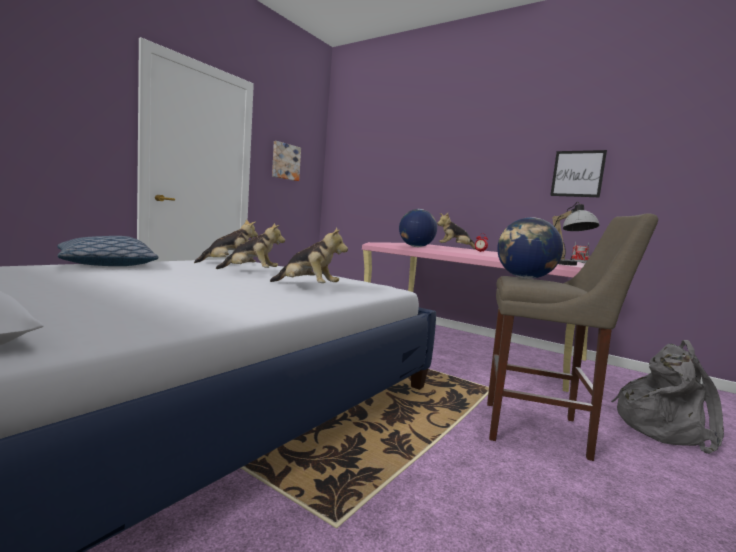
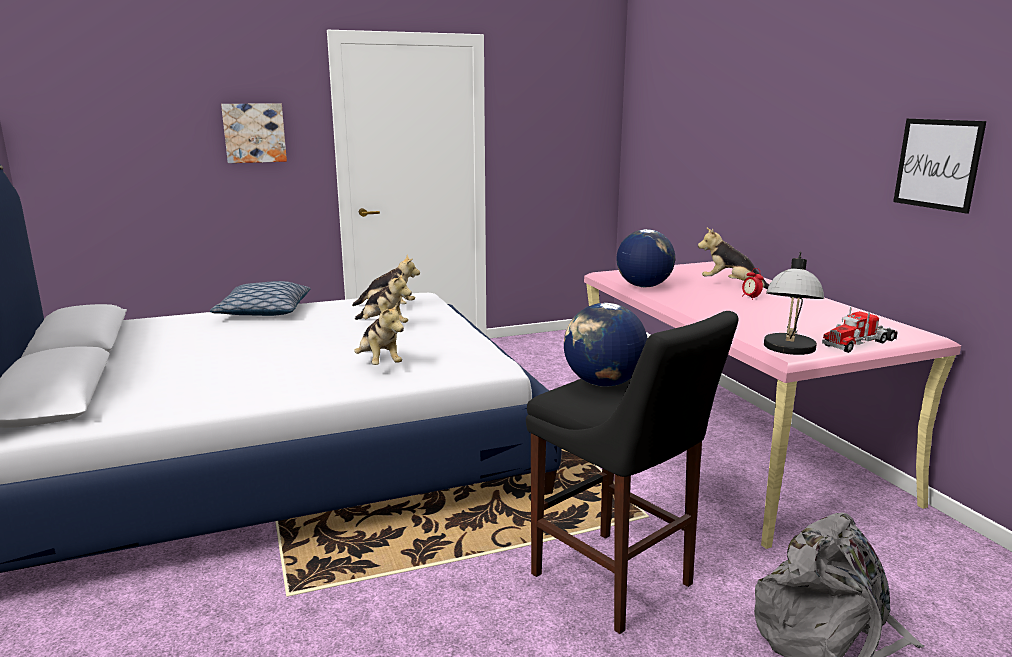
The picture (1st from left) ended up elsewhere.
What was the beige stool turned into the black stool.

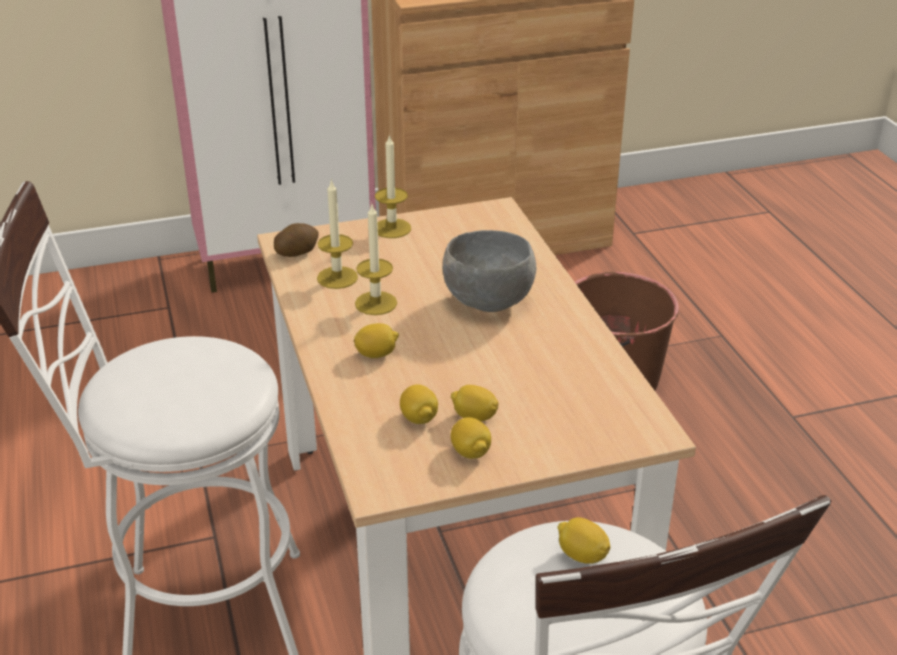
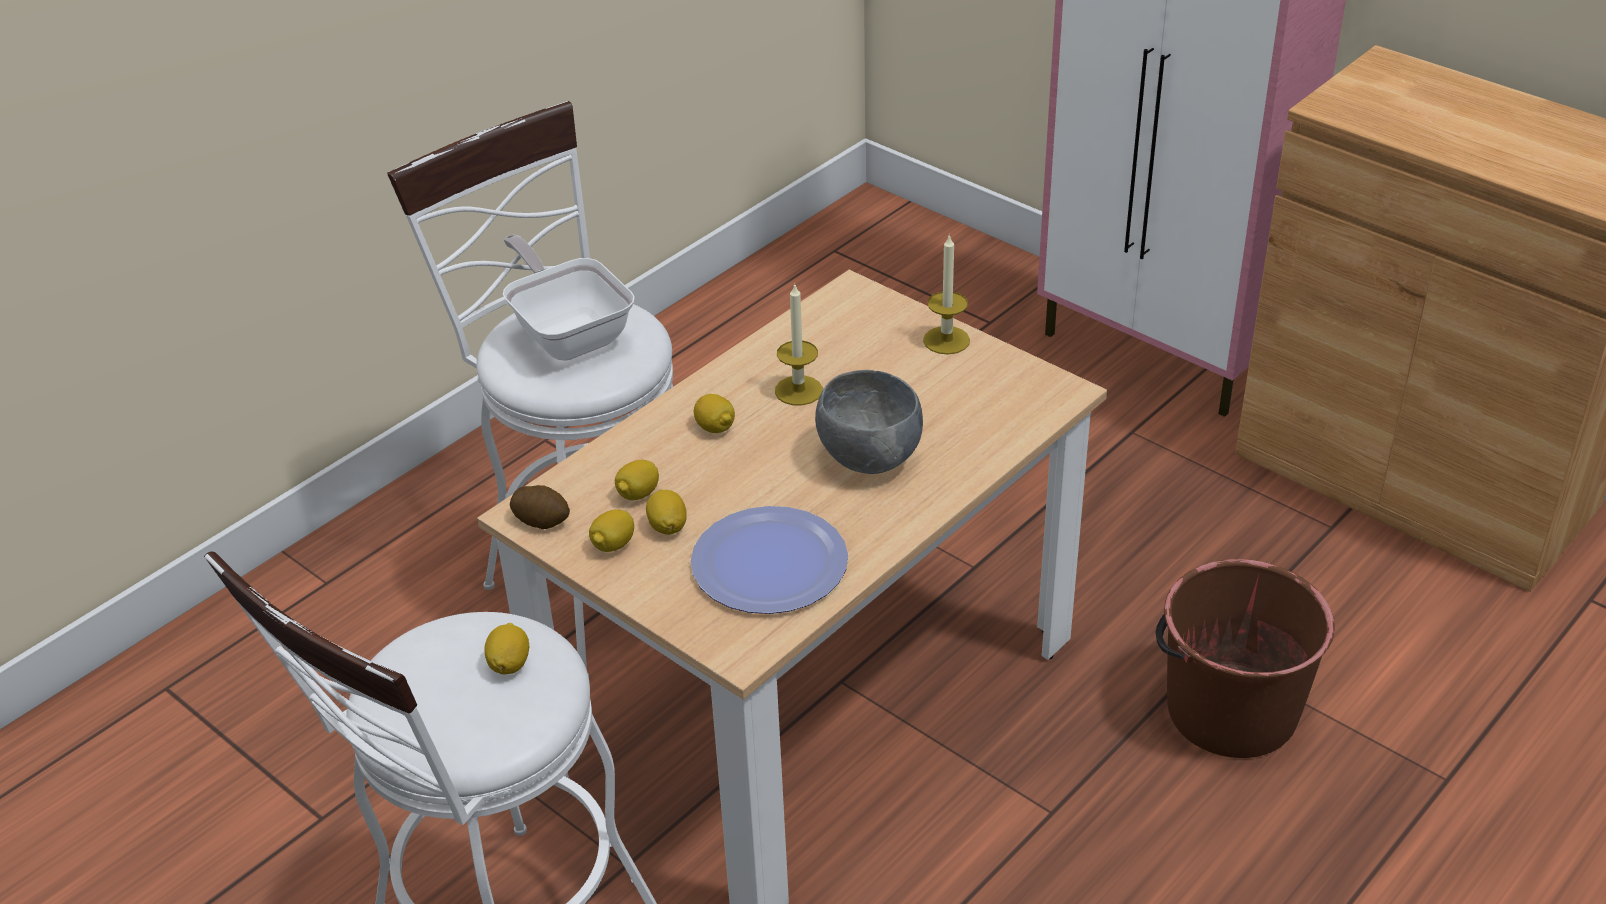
The second view gained the frying pan.
The potato ended up elsewhere.
The second view gained the plate.
The second view lost the candle (1st from left).

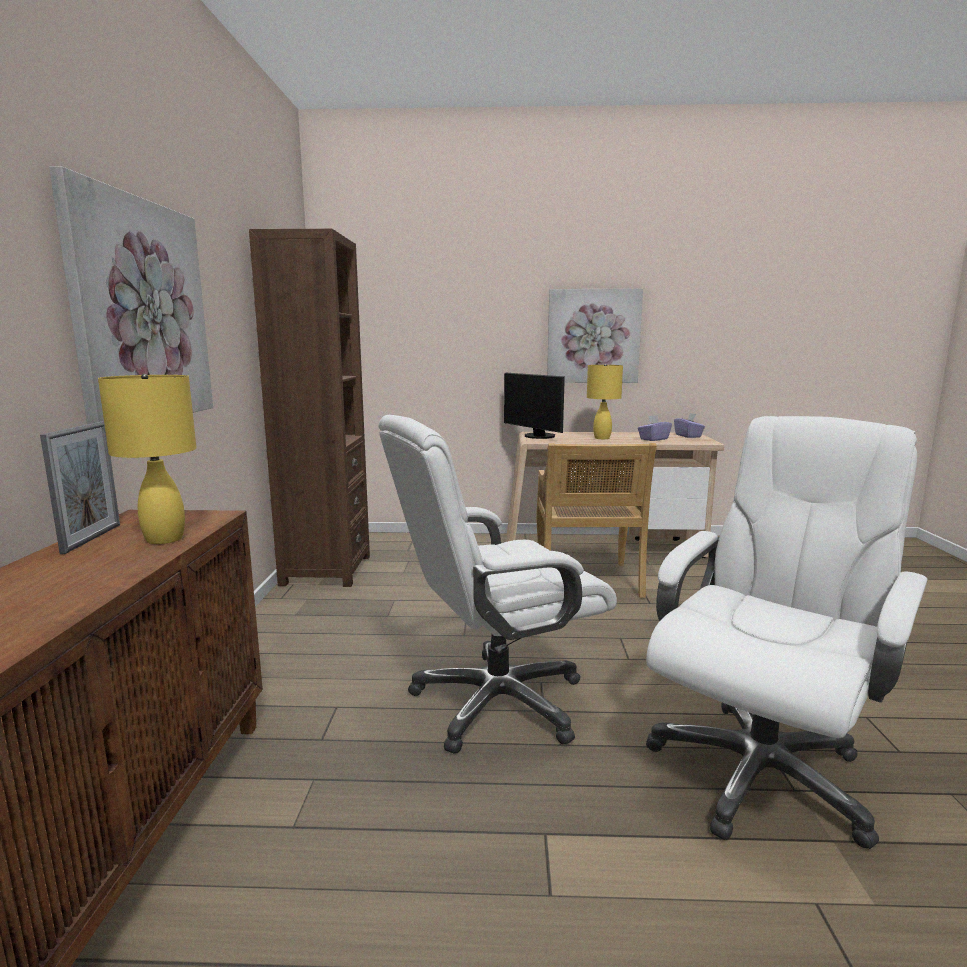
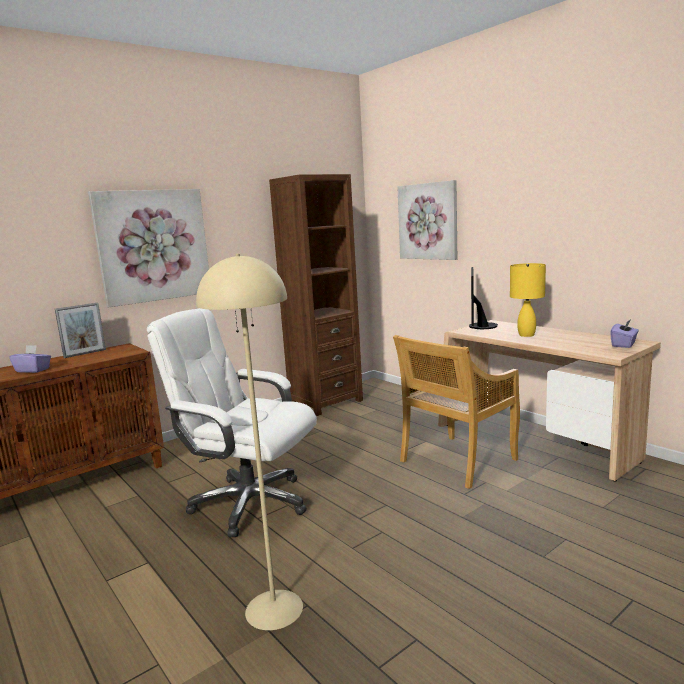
The purple tissue box (1st from left) ended up elsewhere.
Where the white office chair (2nd from left) stood, the beige floor lamp came to stand.
The picture (2nd from left) ended up elsewhere.
The second view lost the yellow table lamp (1st from left).

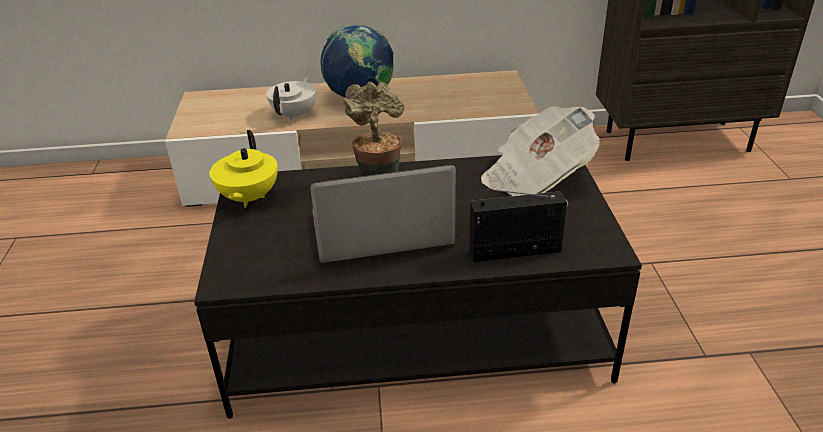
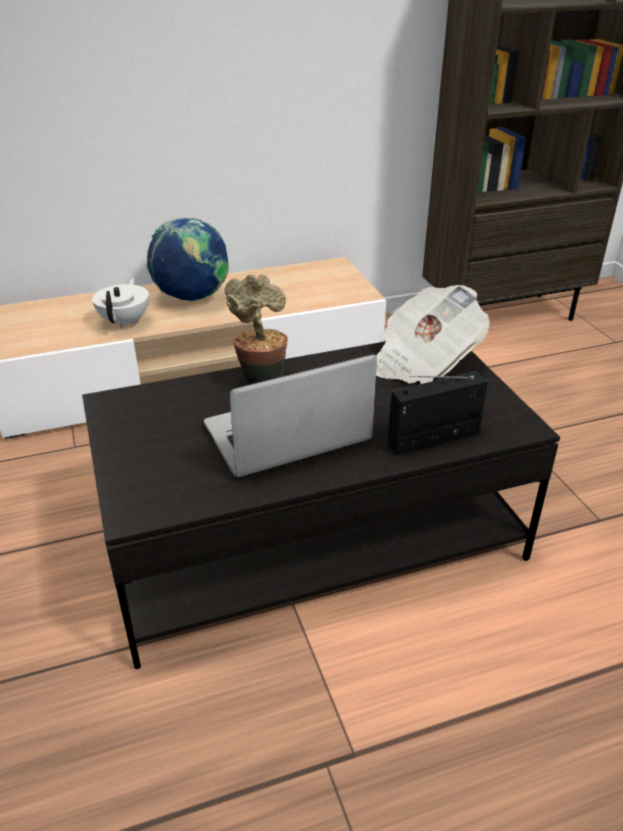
The second view lost the yellow teapot.

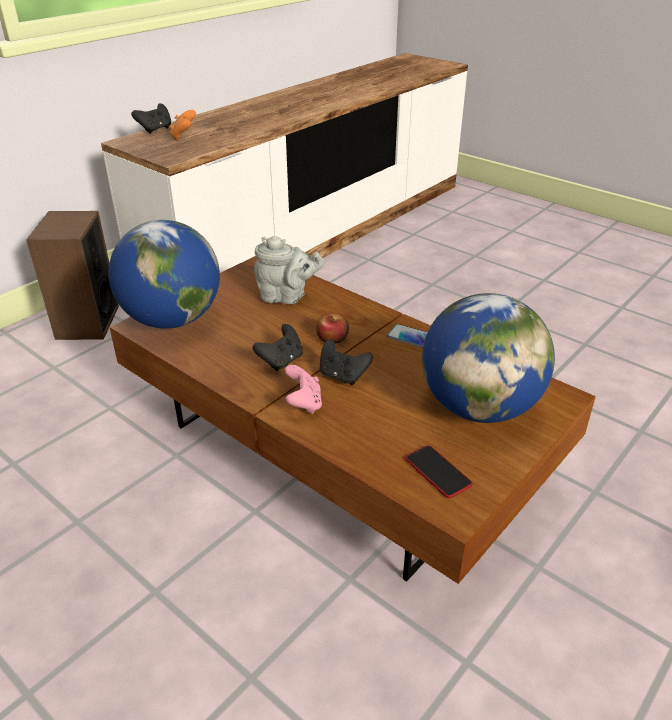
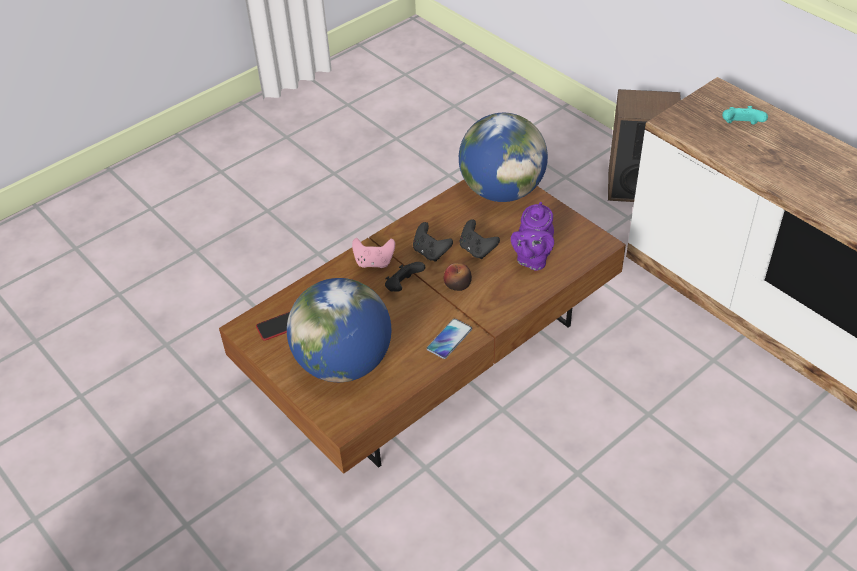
The black game controller (1st from left in the first image) ended up elsewhere.
What was the grey teapot turned into the purple teapot.
What was the orange game controller turned into the turquoise game controller.

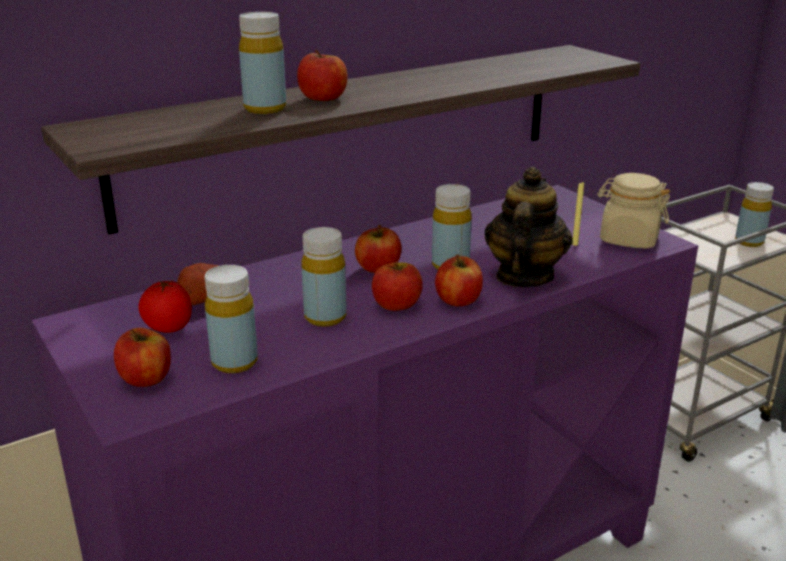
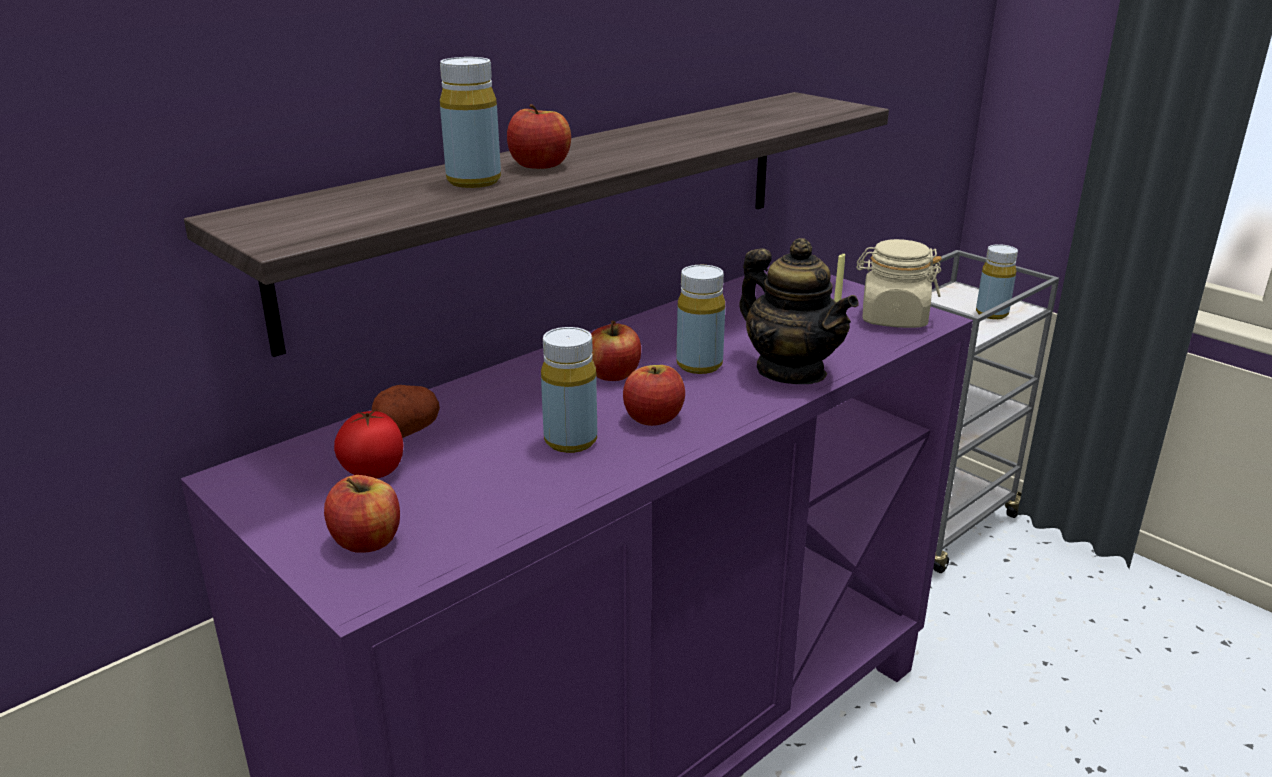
The teapot ended up facing another way, 135 degrees clockwise from before.
The second view lost the yellow bottle (1st from left).
The second view lost the apple (5th from left).

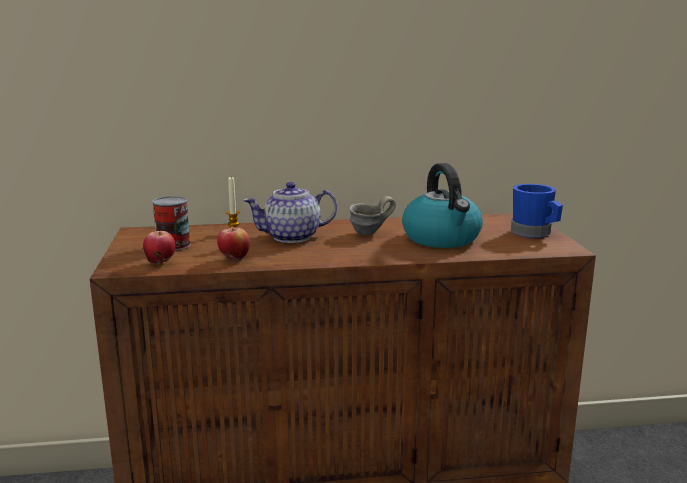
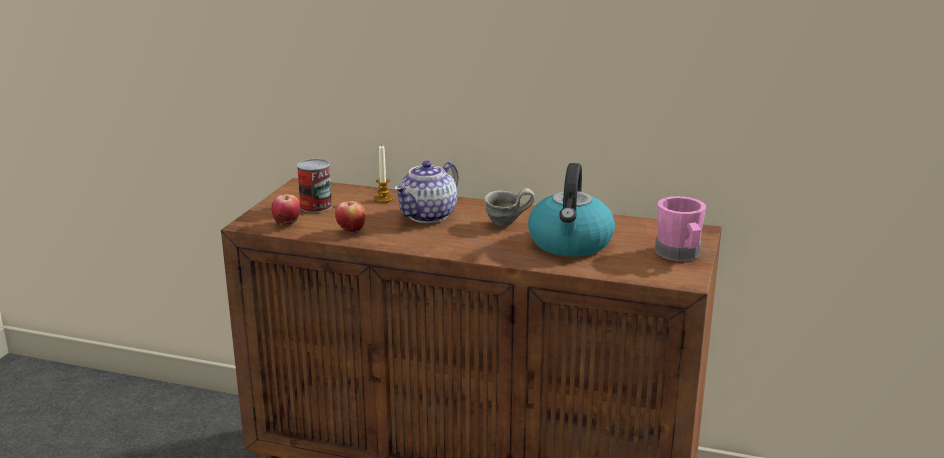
The teapot ended up facing another way, 60 degrees counterclockwise from before.
What was the blue mug turned into the pink mug.

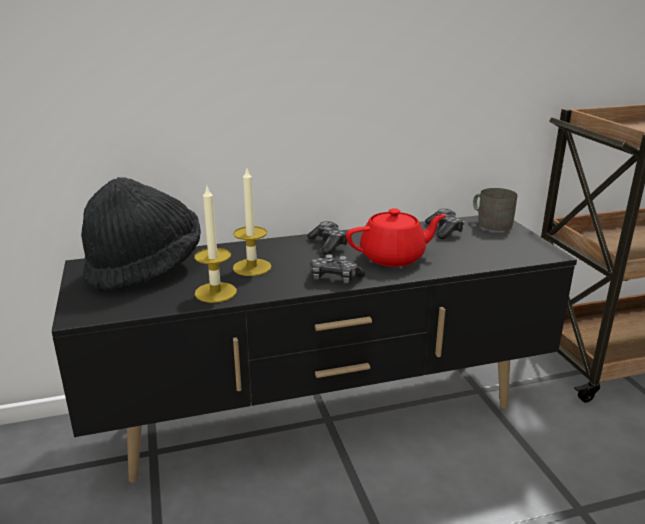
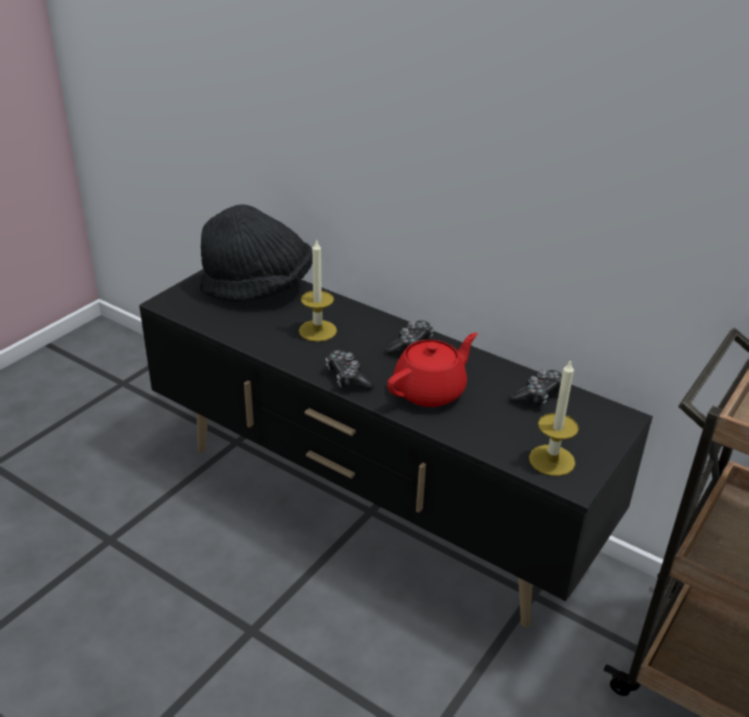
The red teapot ended up facing another way, 75 degrees counterclockwise from before.
The candle (1st from left in the first image) ended up elsewhere.
The second view lost the grey mug.

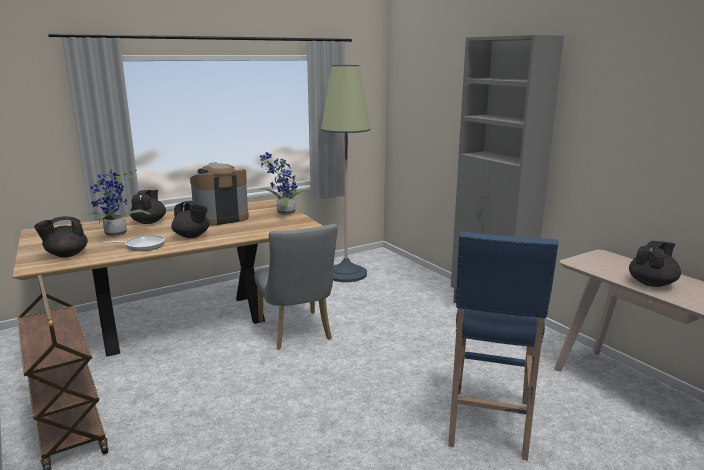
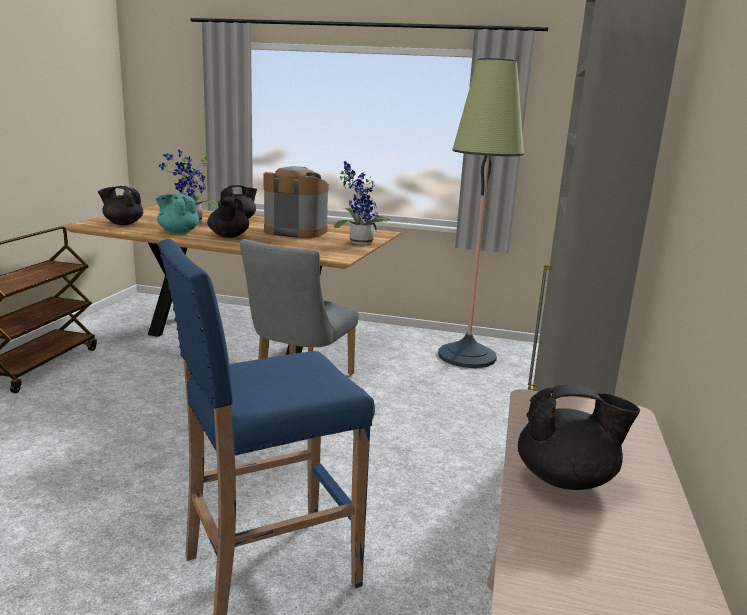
Where the frying pan stood, the turquoise teapot came to stand.

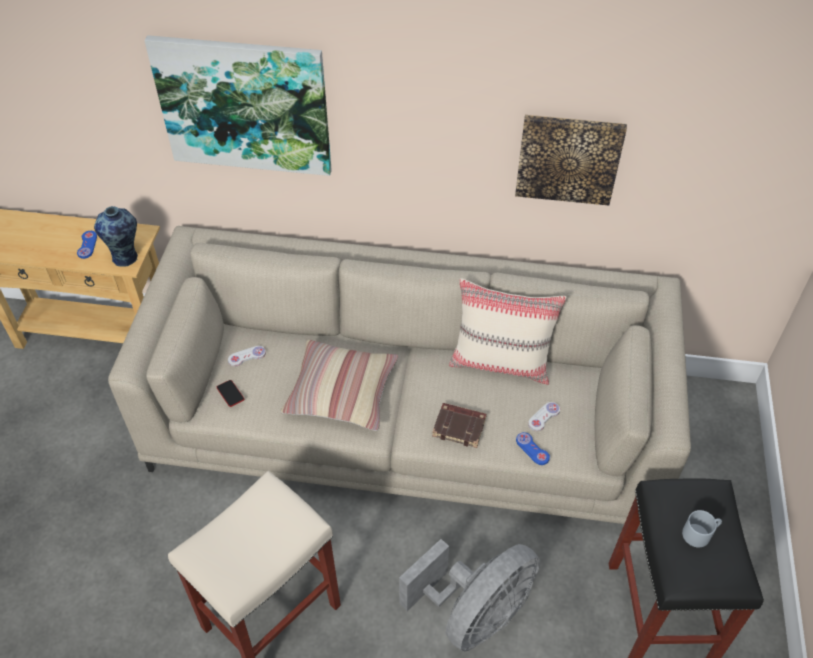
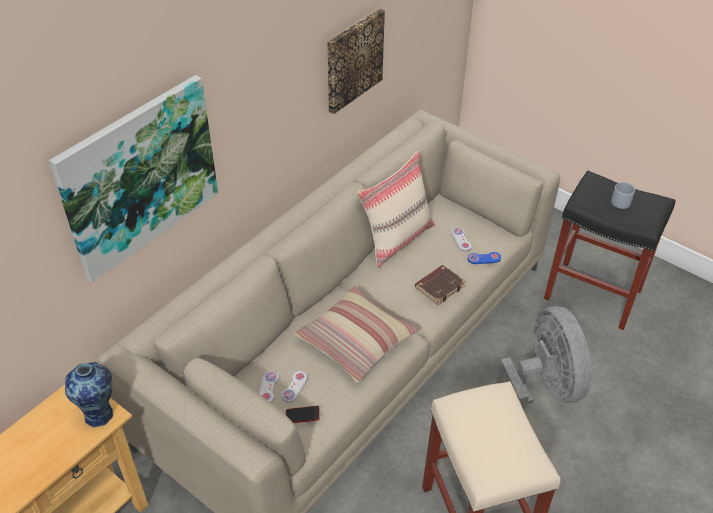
The second view gained the white game controller (2nd from left).
The second view lost the blue game controller (1st from left).

